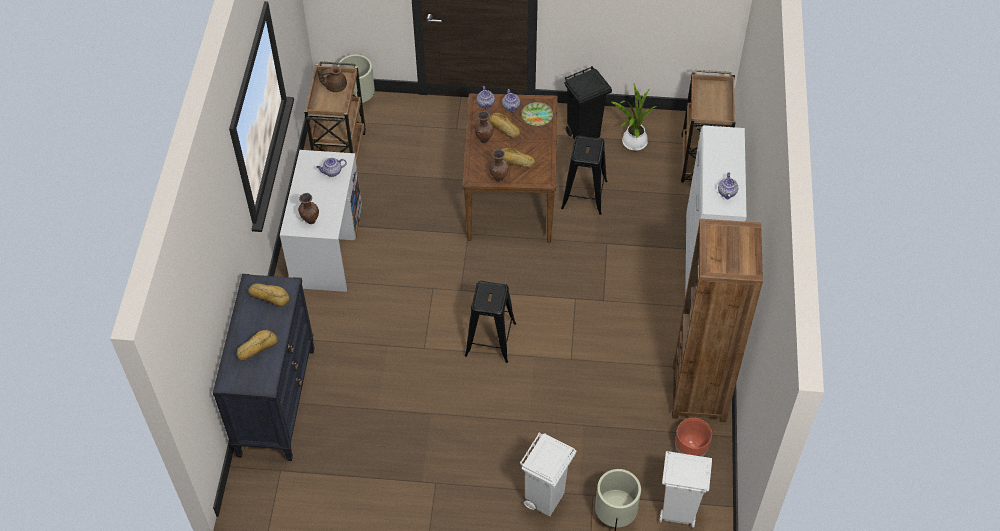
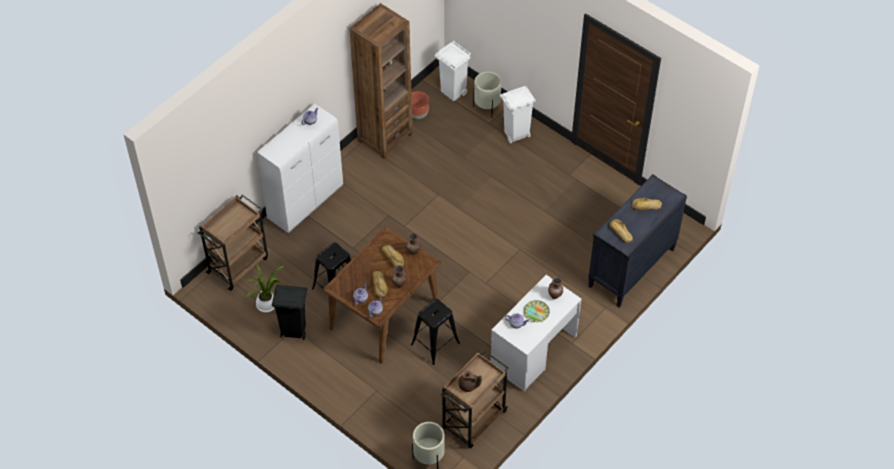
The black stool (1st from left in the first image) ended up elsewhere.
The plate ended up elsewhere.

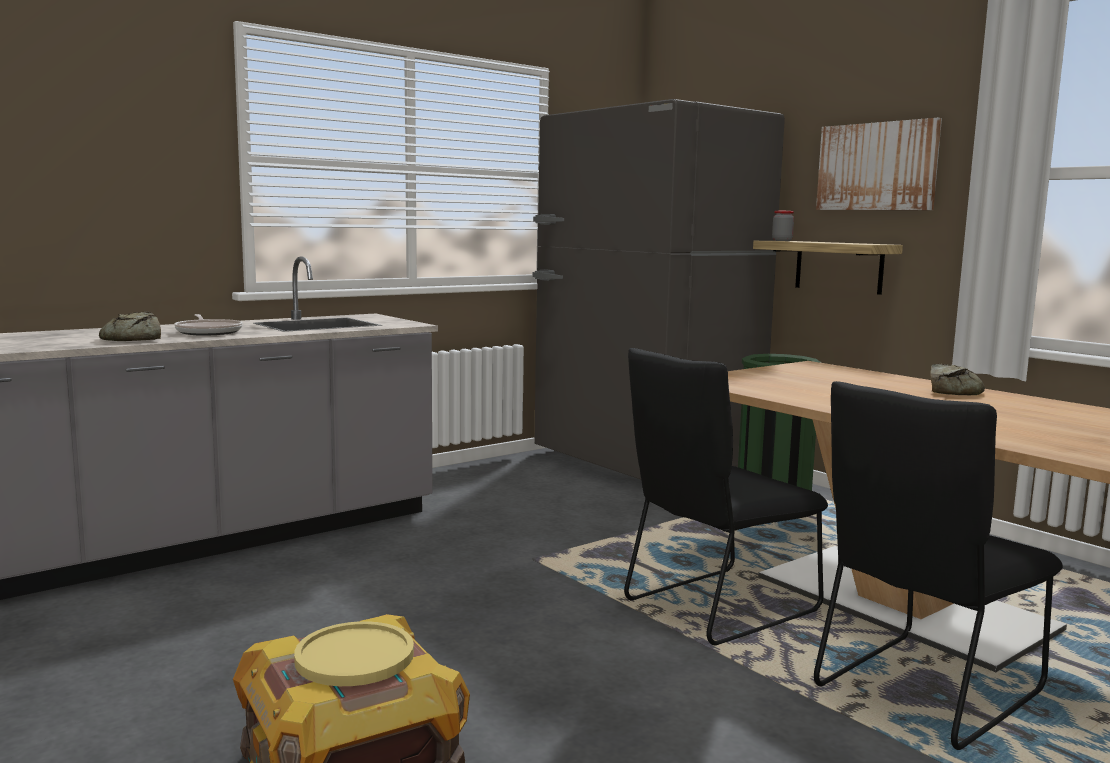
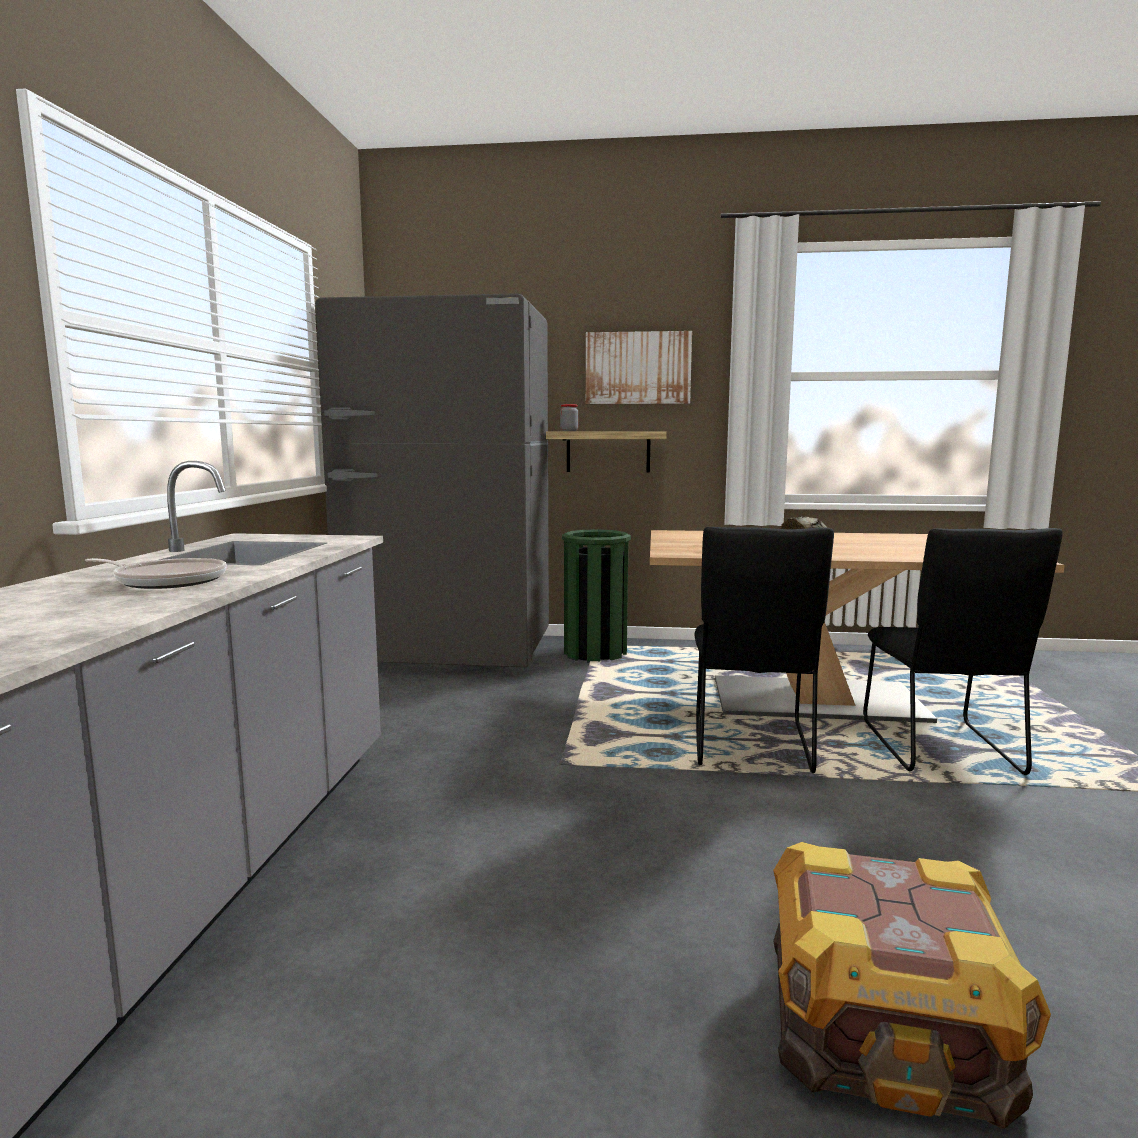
The second view lost the bread (1st from left).
The second view lost the yellow plate.

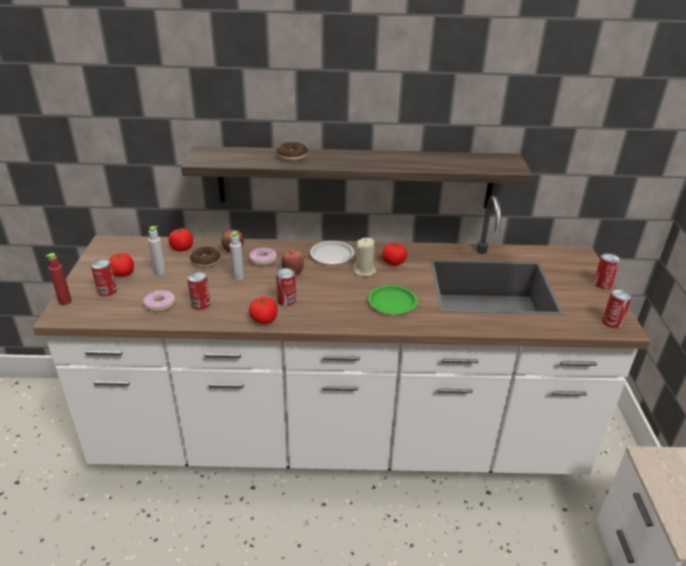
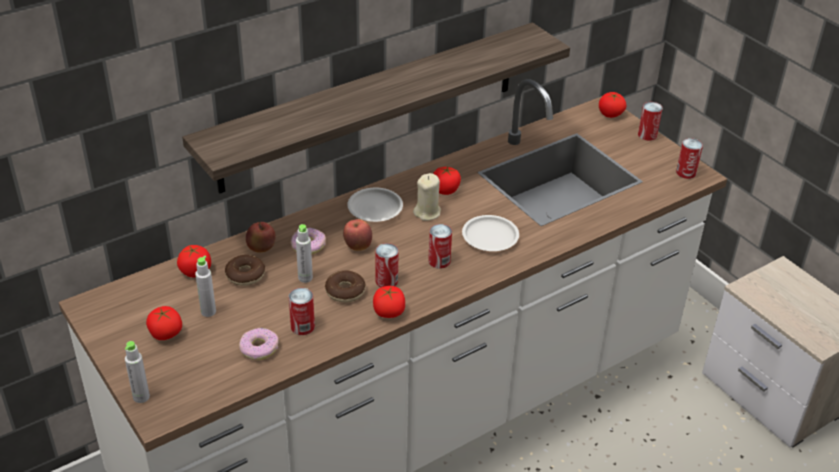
What was the red bottle turned into the grey bottle (1st from left).
The donut (4th from left) ended up elsewhere.
The can (1st from left in the first image) ended up elsewhere.
What was the green plate turned into the white plate (2nd from left).
The second view gained the tomato (5th from left).

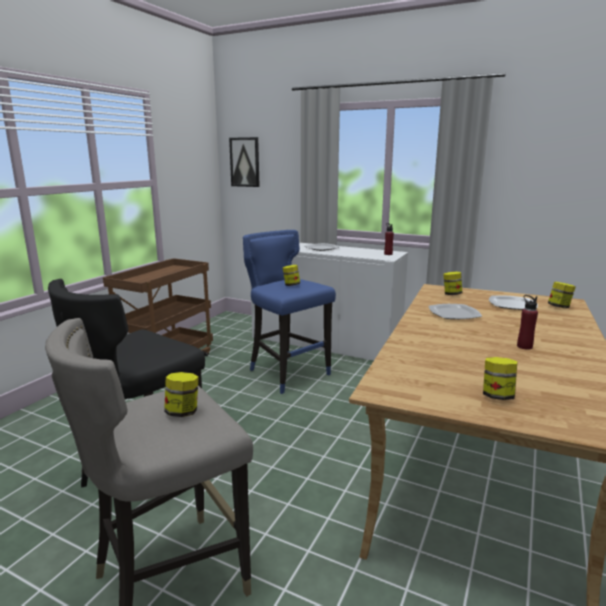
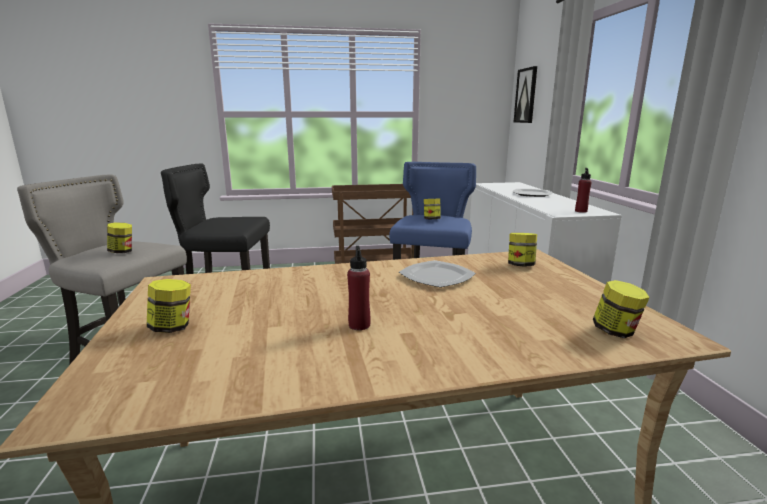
The second view lost the plate (3rd from left).

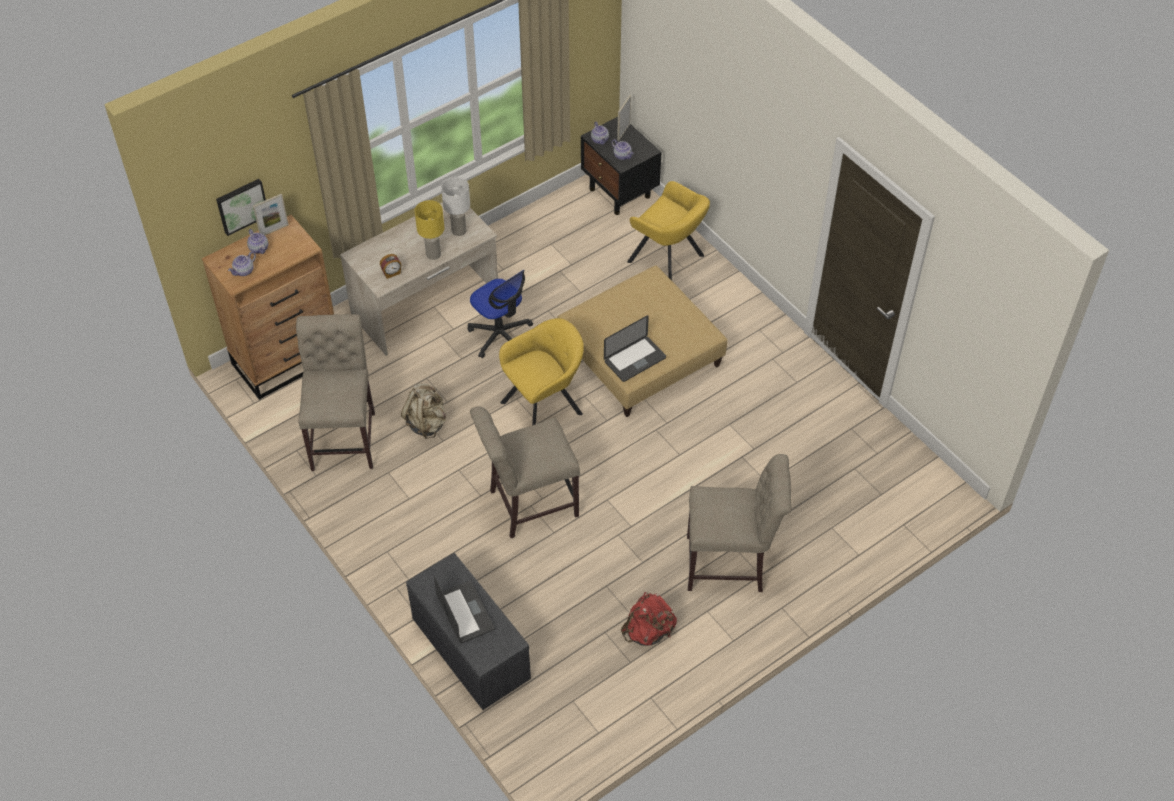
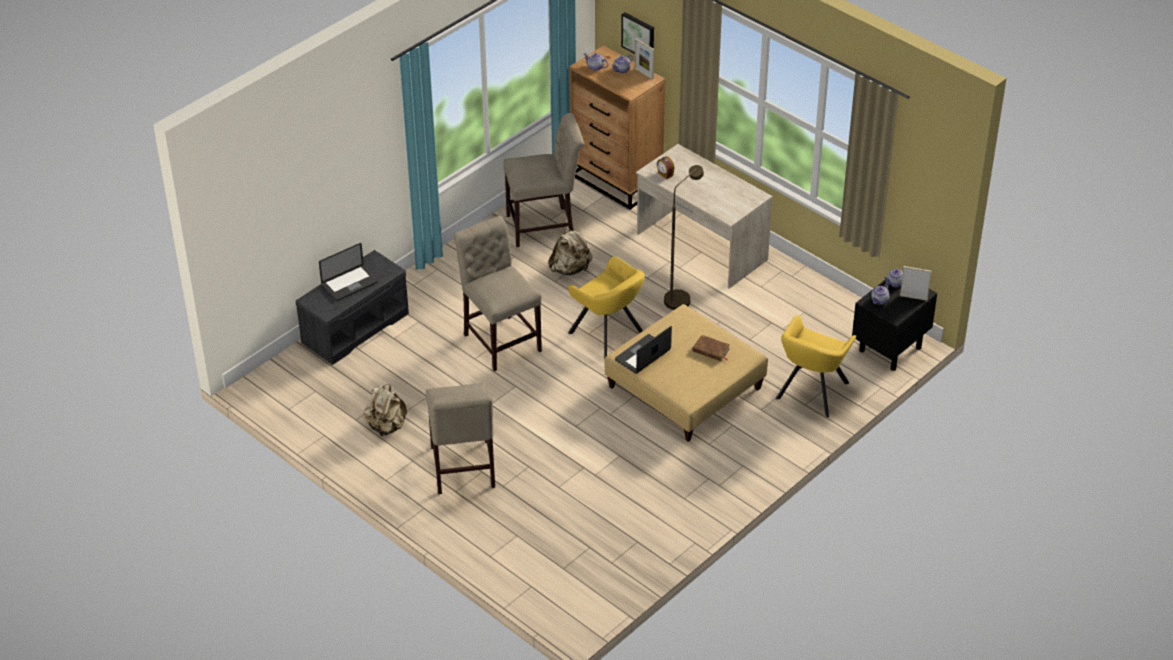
What was the red backpack turned into the beige backpack (1st from left).
The laptop (2nd from left) ended up facing another way, 90 degrees clockwise from before.
Where the office chair stood, the brown floor lamp came to stand.
The second view gained the brown book.
The second view lost the yellow table lamp.
The second view lost the white table lamp.

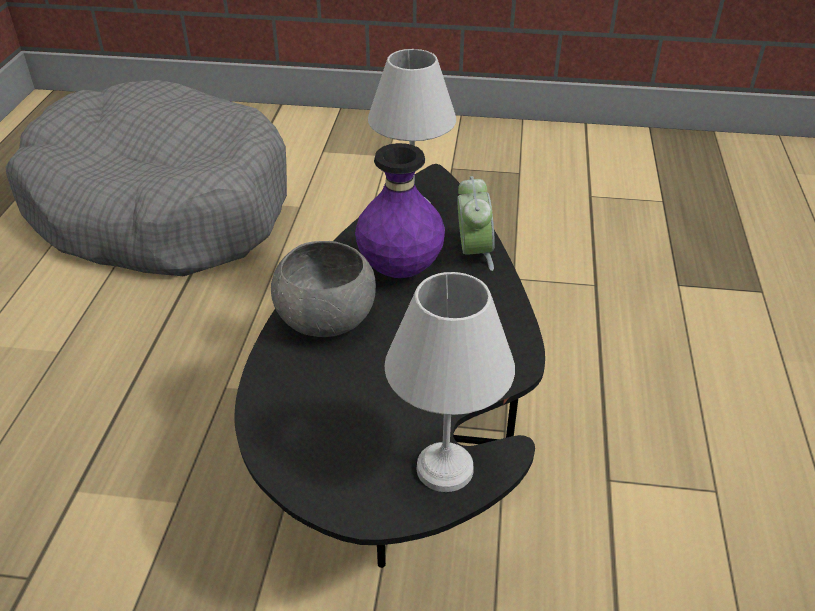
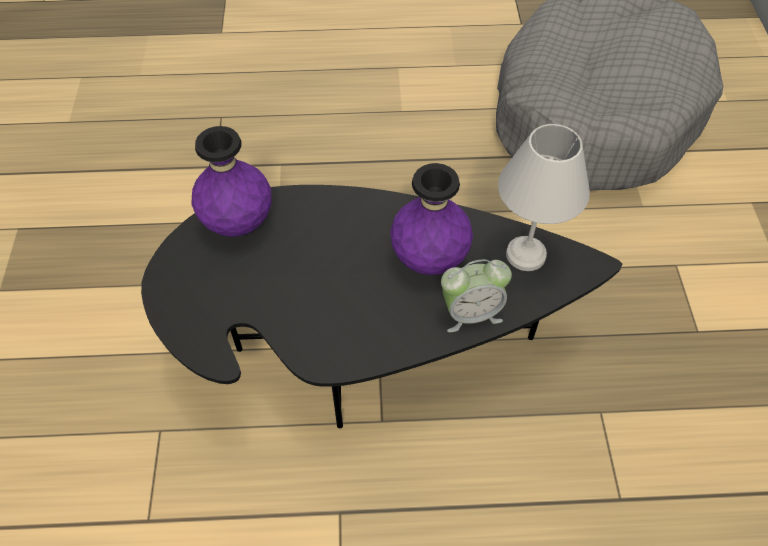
The second view gained the purple vase (1st from left).
The second view lost the grey bowl.
The second view lost the white table lamp (2nd from left).

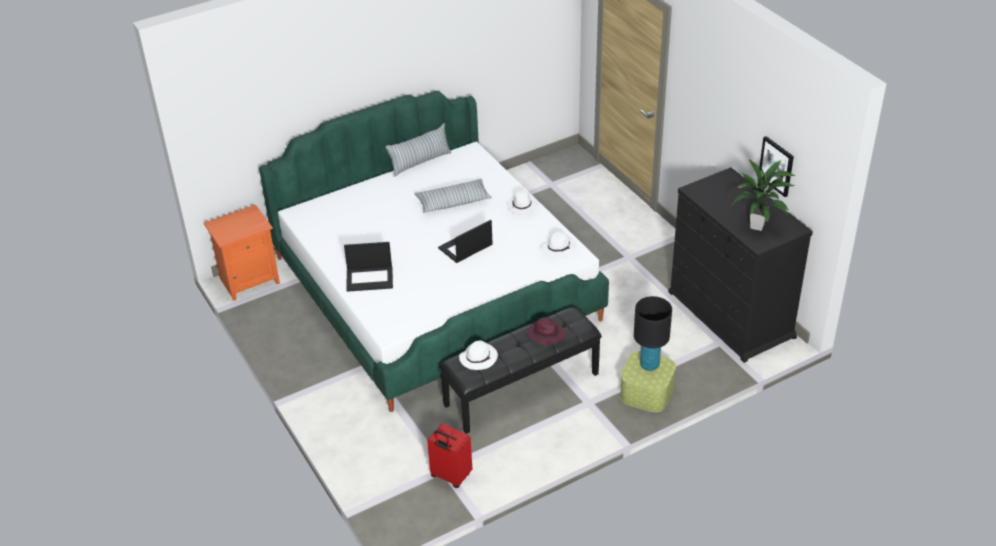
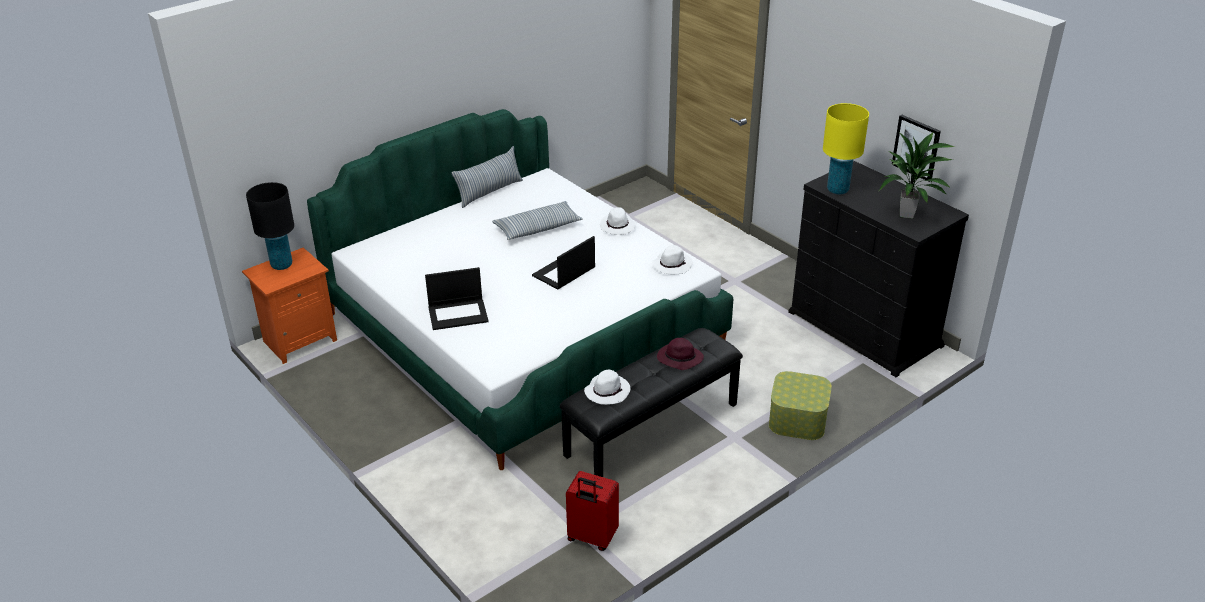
The black table lamp ended up elsewhere.
The second view gained the yellow table lamp.

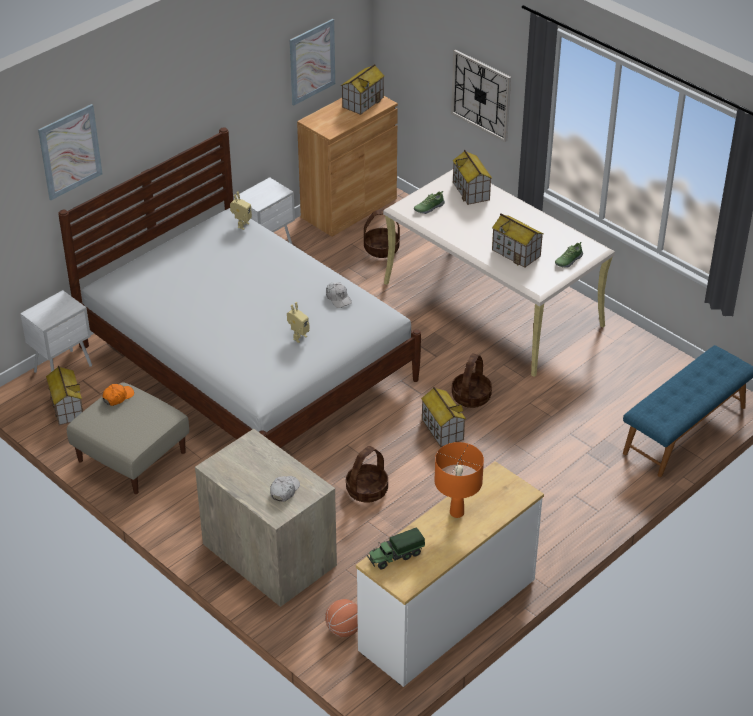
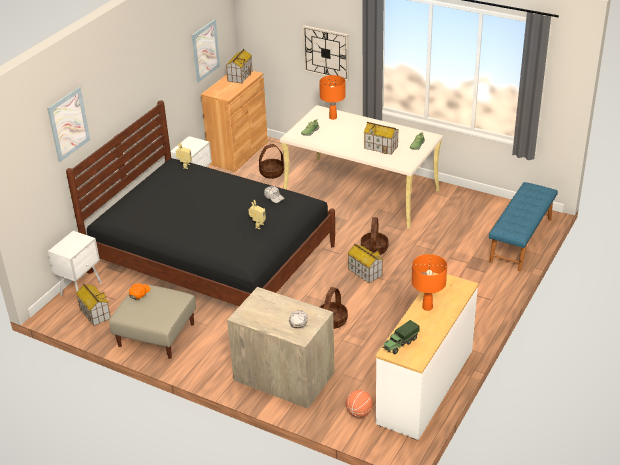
What was the white bed turned into the black bed.
Where the toy house (4th from left) stood, the orange table lamp (1st from left) came to stand.

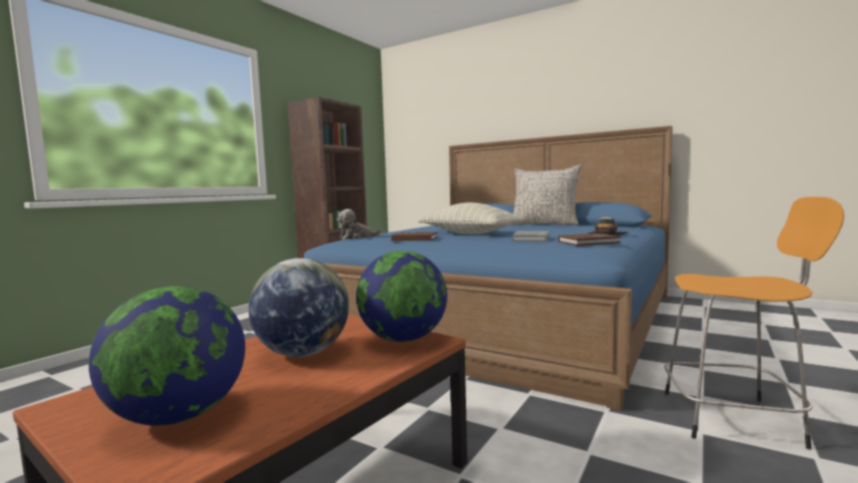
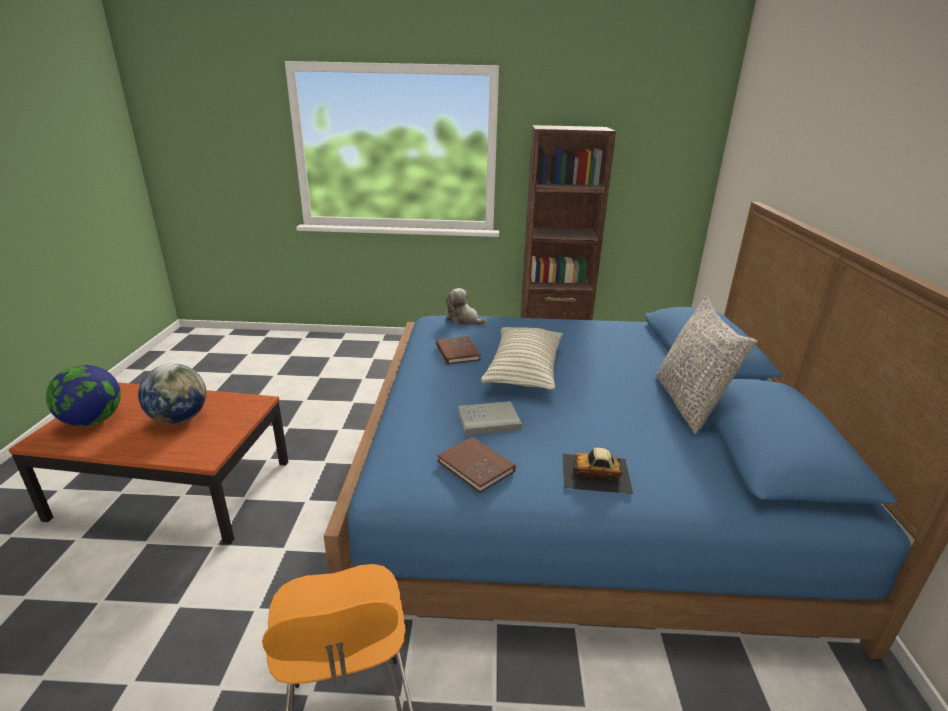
The second view lost the globe (3rd from left).

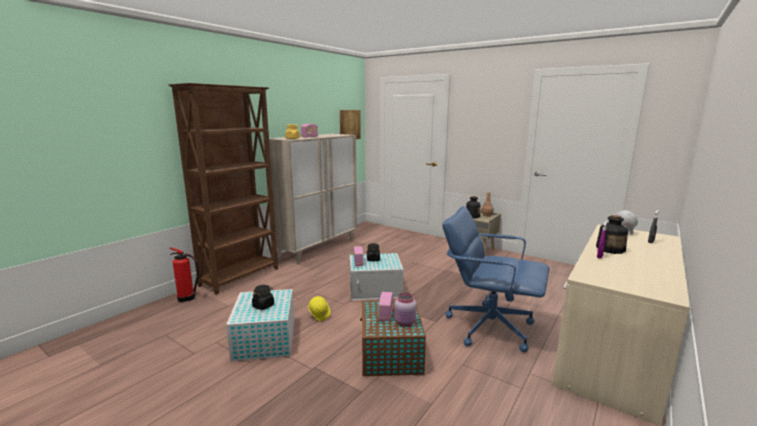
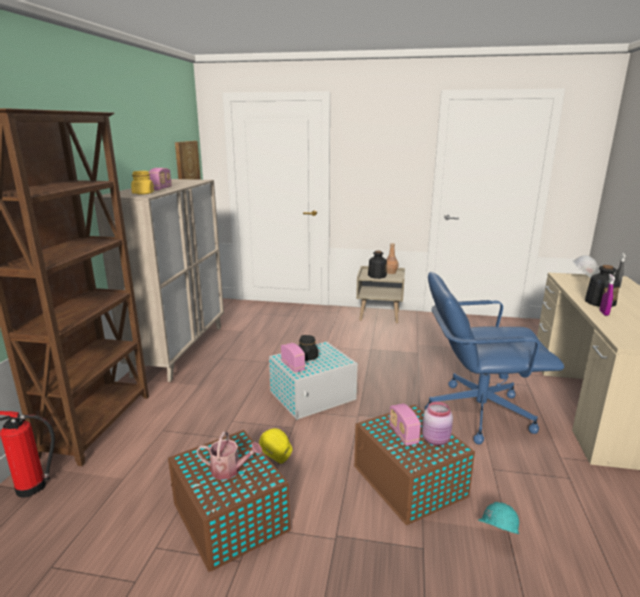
What was the white storage box (1st from left) turned into the brown storage box (1st from left).
Where the black jar (1st from left) stood, the watering can came to stand.
The second view gained the turquoise hard hat.

